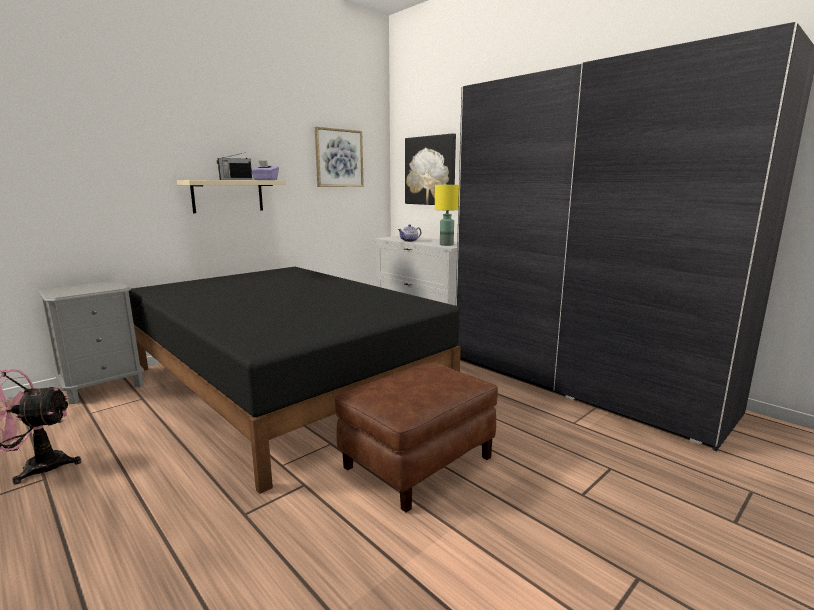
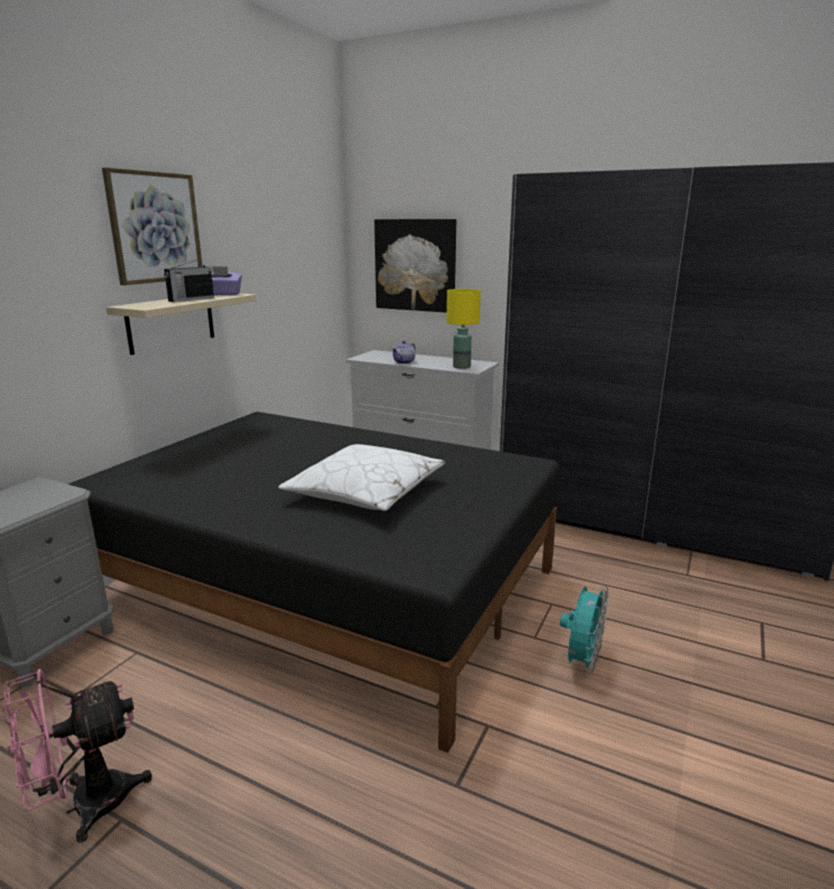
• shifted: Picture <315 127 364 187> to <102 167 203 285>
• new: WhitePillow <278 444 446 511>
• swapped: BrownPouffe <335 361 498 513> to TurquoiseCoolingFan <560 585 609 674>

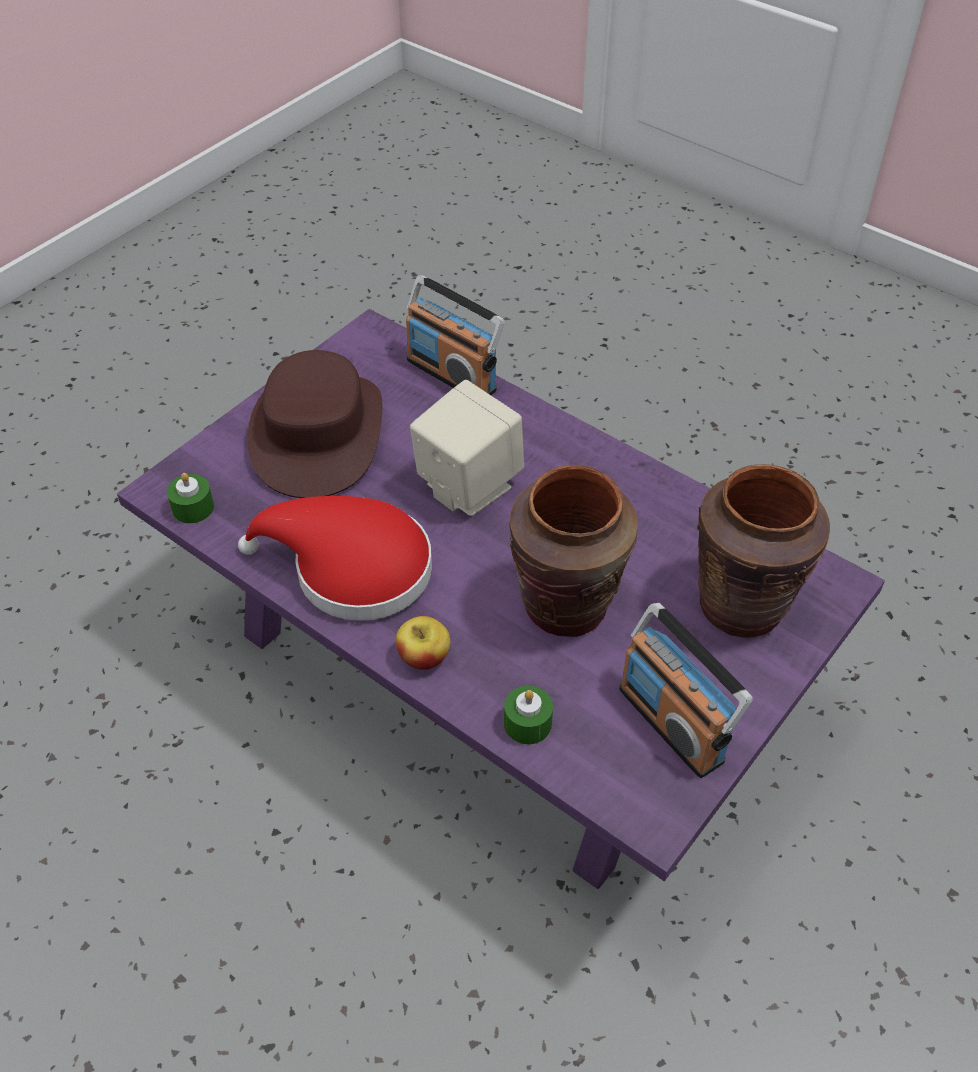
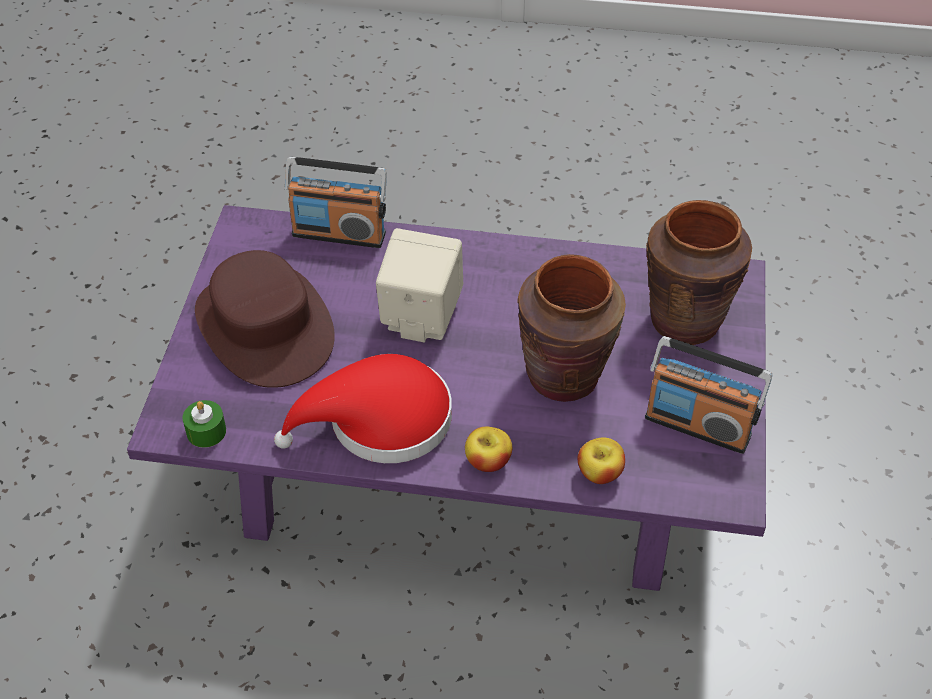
• swapped: GreenishWaxCandle <504 686 553 744> to Apple <578 437 625 484>

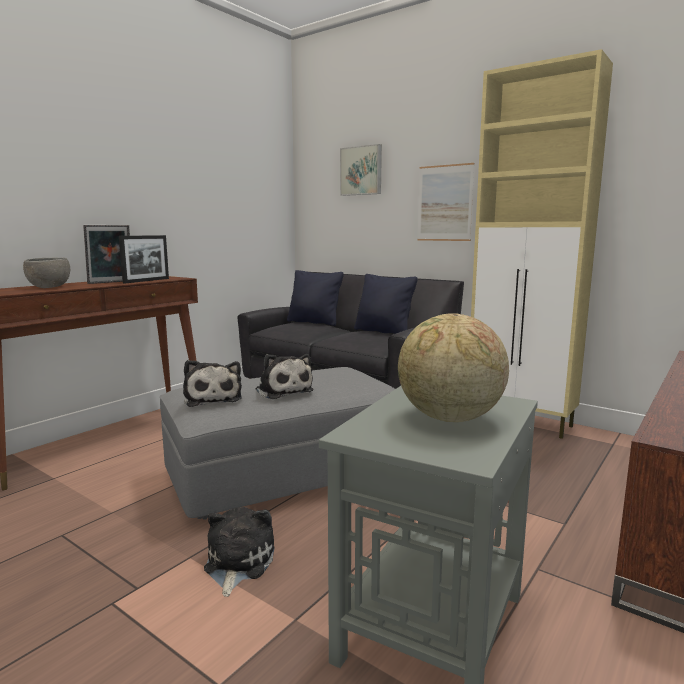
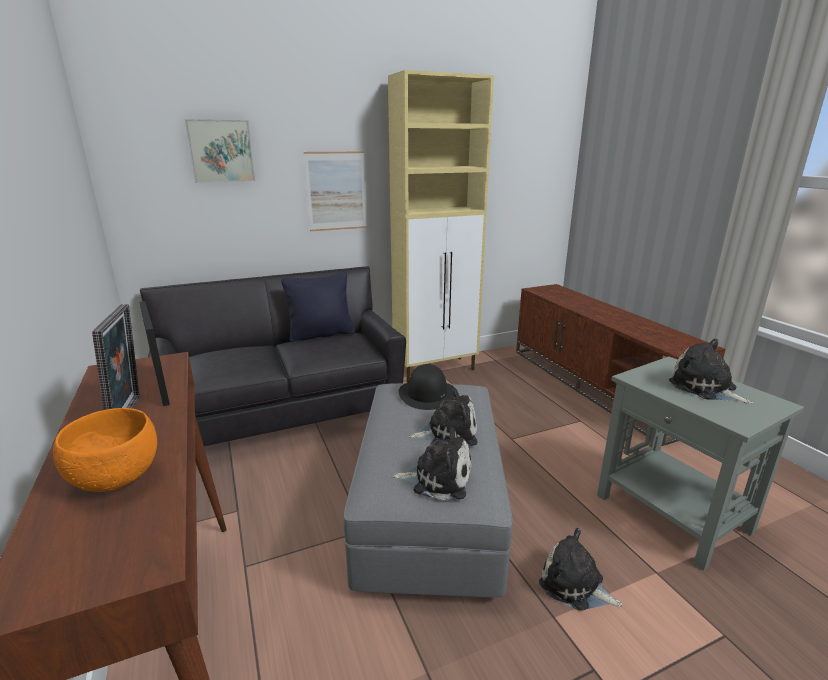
• repainted: GreyDeepDish <23 258 70 288> to OrangeColouredDeepDish <53 408 157 492>
• new: BlackishWearableHat <398 364 455 410>
• swapped: DeskGlobe <398 313 509 422> to PlushToy <669 339 753 404>
• gone: BlackishPillow <287 270 344 326>

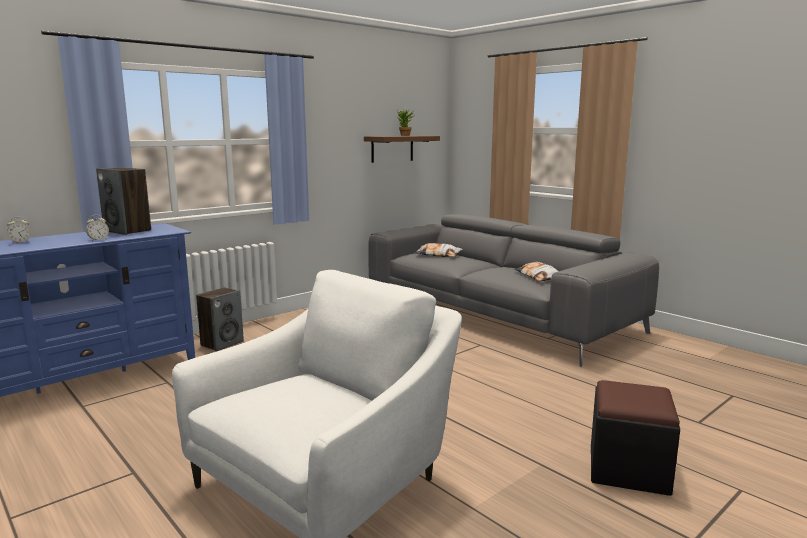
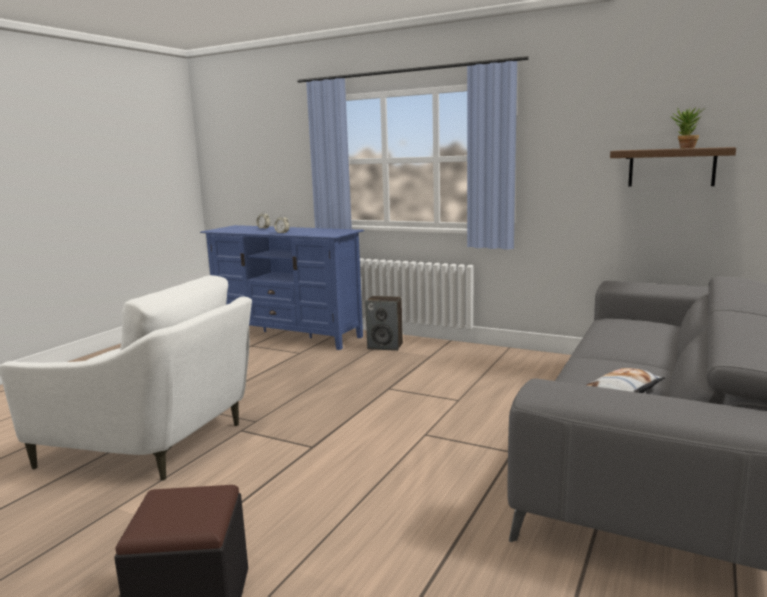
• gone: Speaker <96 167 151 235>
• gone: Pillow <415 243 463 257>

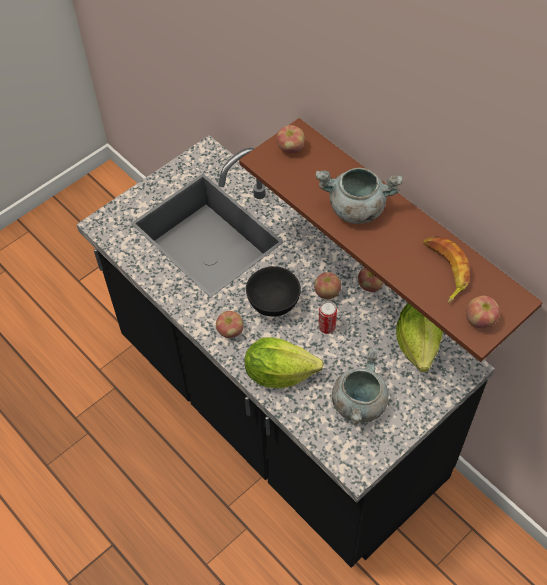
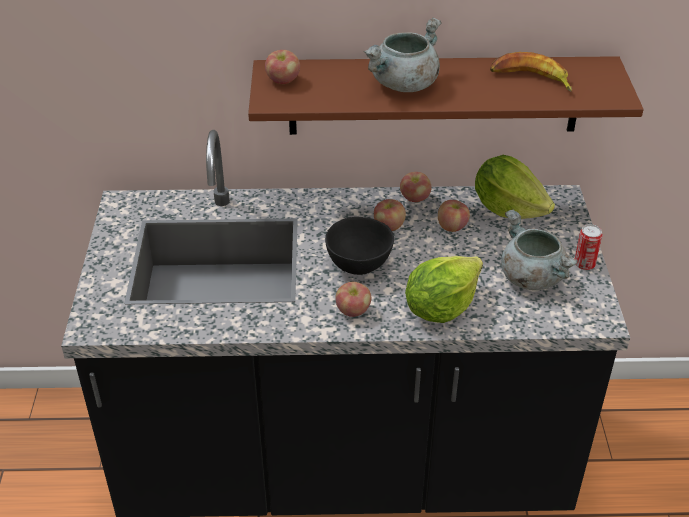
• shifted: Apple <466 296 500 328> to <438 200 470 232>
• shifted: SealedCan <318 301 337 334> to <574 224 603 270>

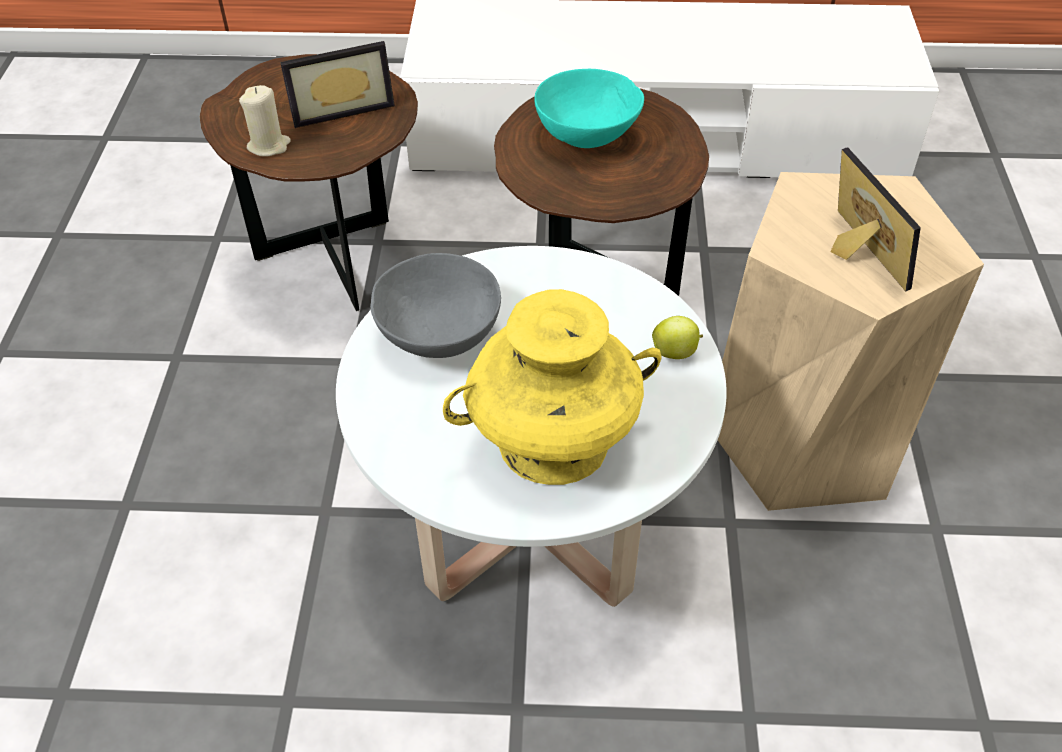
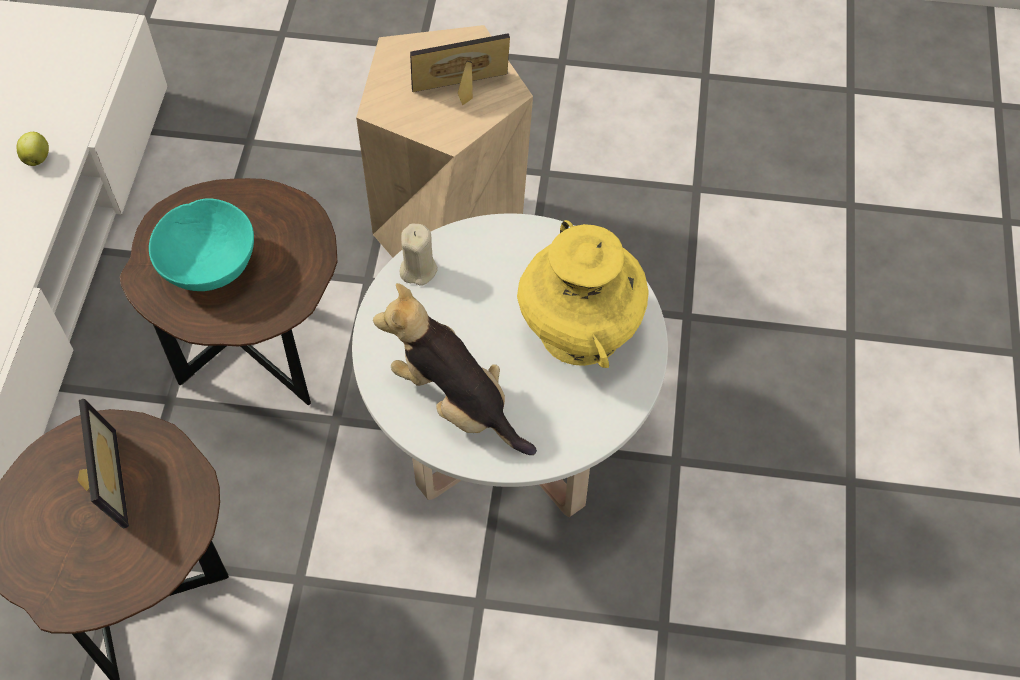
• shifted: Apple <652 316 703 359> to <17 132 49 166>
• swapped: GreyDeepDish <370 253 501 358> to PlushToy <373 283 537 455>
• shifted: BeigeWaxCandle <239 85 291 157> to <400 223 438 286>

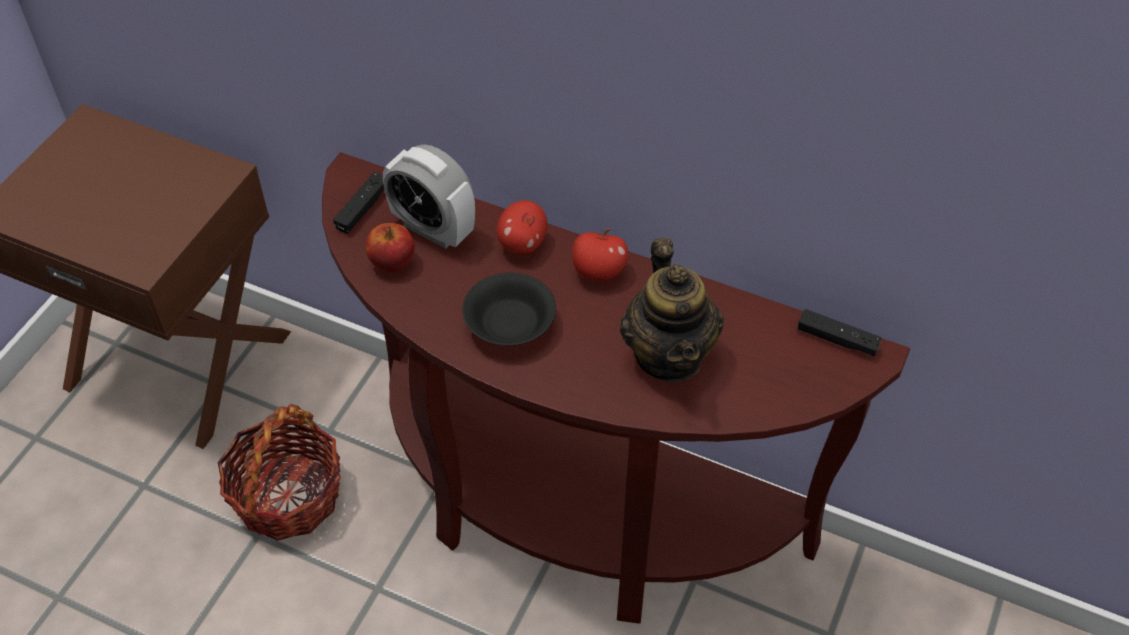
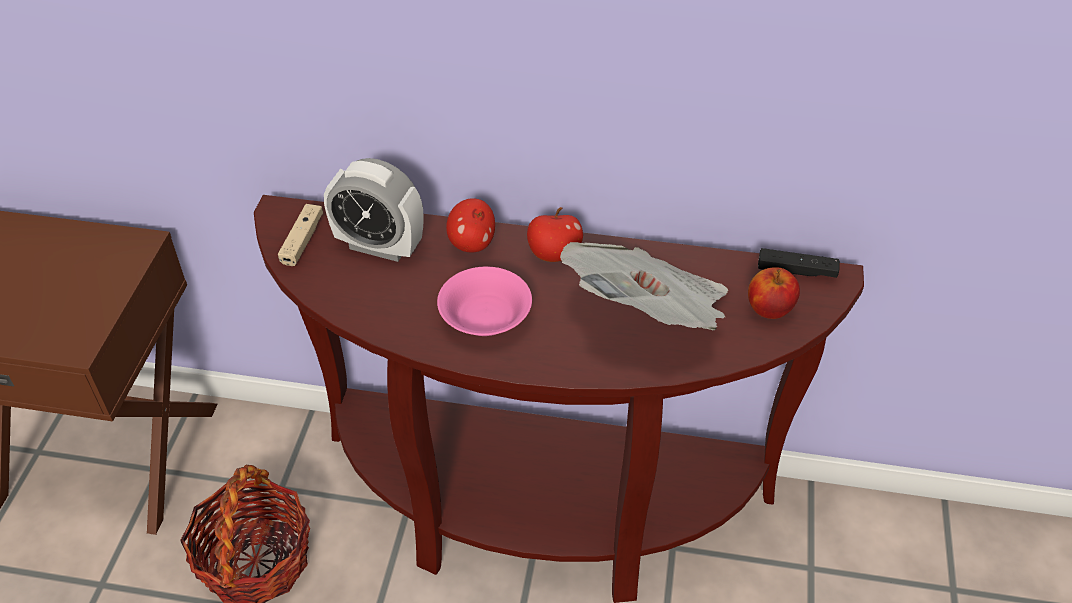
• repainted: BlackishJoypad <333 172 384 234> to BeigeJoypad <278 204 323 266>
• repainted: BlackishDeepDish <462 273 556 346> to PinkDeepDish <437 267 532 336>
• swapped: Teapot <620 238 724 382> to DailyPaper <560 242 729 331>
• shifted: Apple <366 223 415 272> to <748 267 800 319>

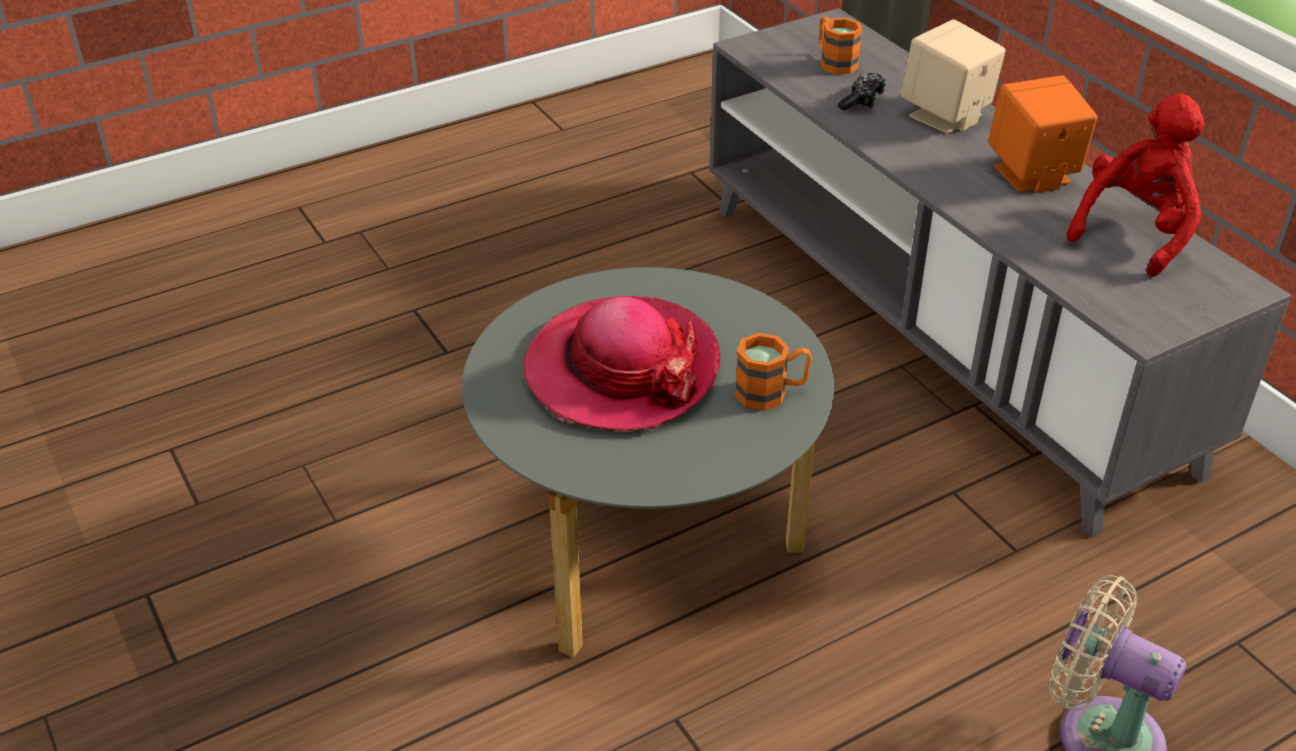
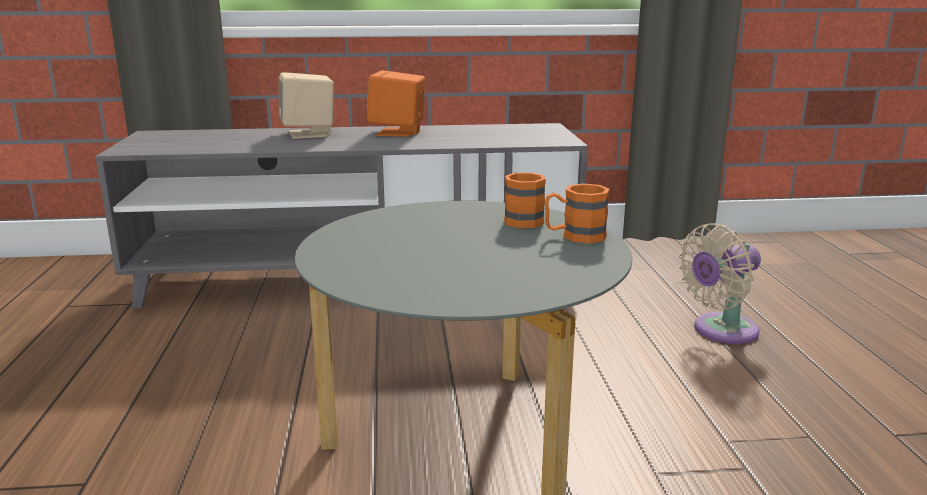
• shifted: OrangeColouredMug <819 17 863 75> to <545 184 610 244>
• gone: WearableHat <523 296 720 431>
• gone: Joypad <838 73 887 110>
• gone: ReddishPlushToy <1066 93 1204 277>

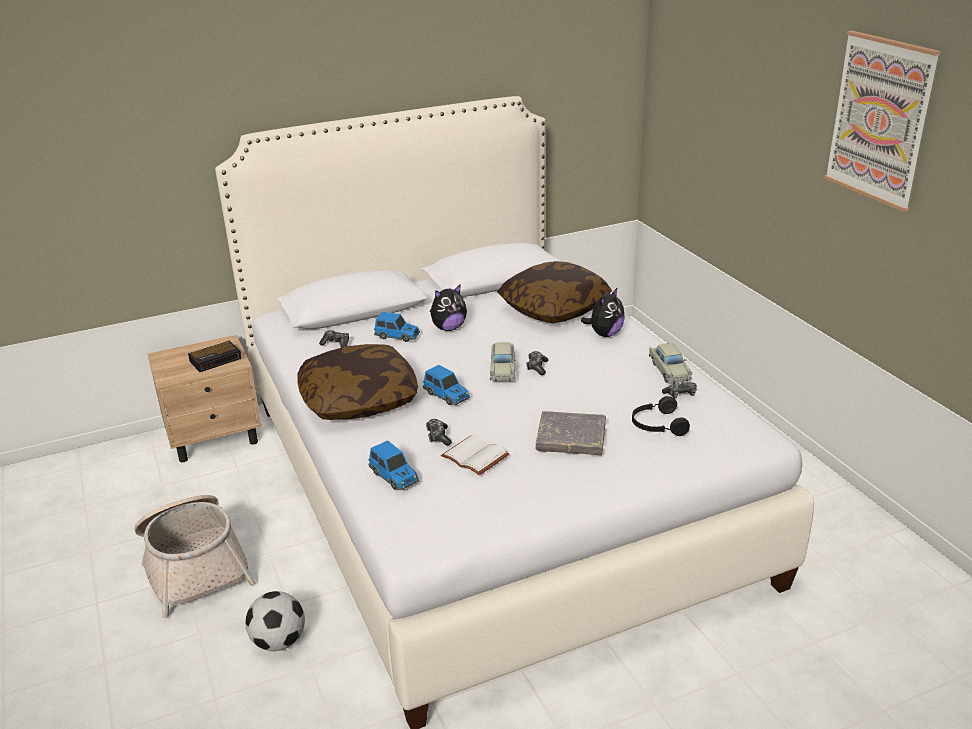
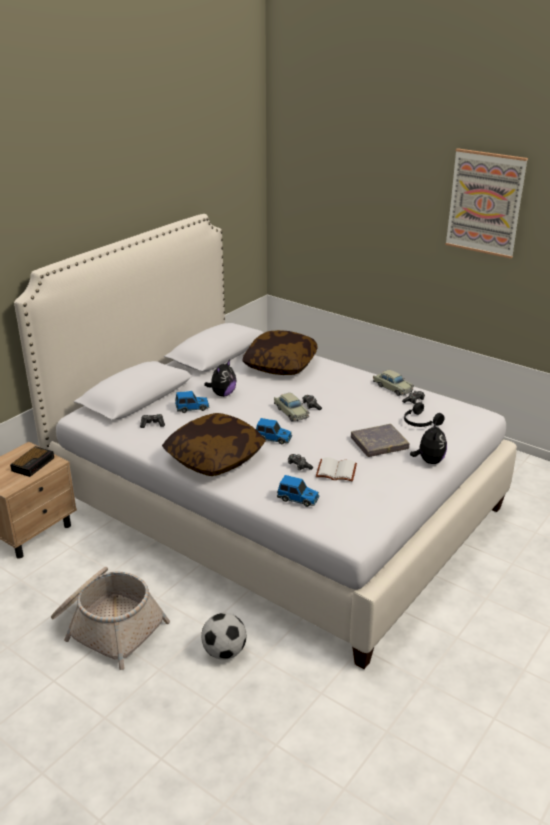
• shifted: PlushToy <581 287 625 337> to <410 420 447 464>

